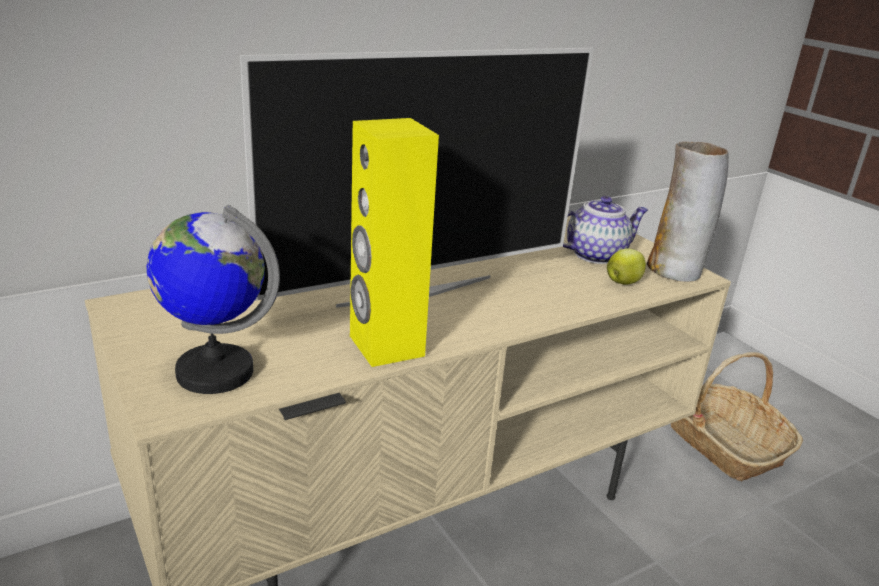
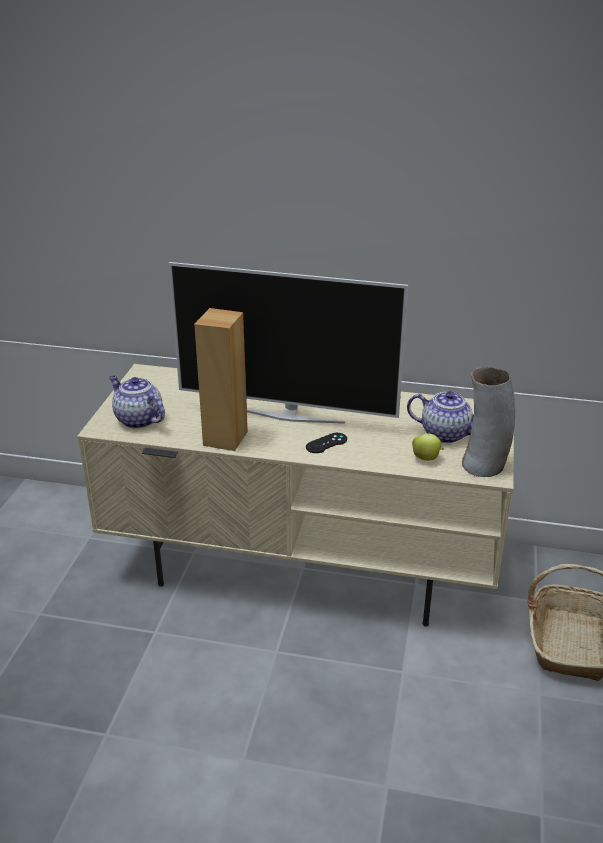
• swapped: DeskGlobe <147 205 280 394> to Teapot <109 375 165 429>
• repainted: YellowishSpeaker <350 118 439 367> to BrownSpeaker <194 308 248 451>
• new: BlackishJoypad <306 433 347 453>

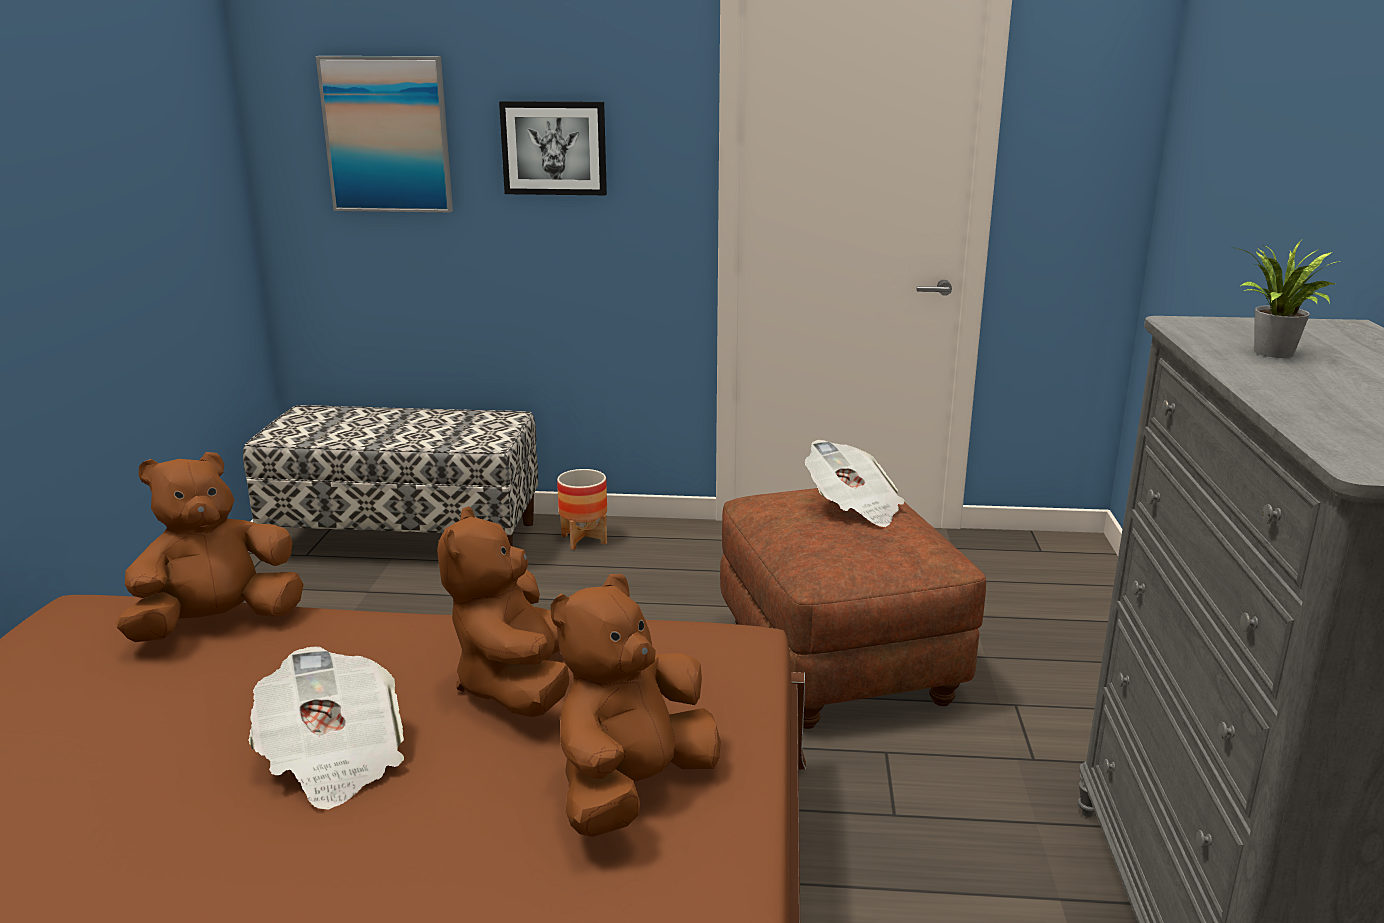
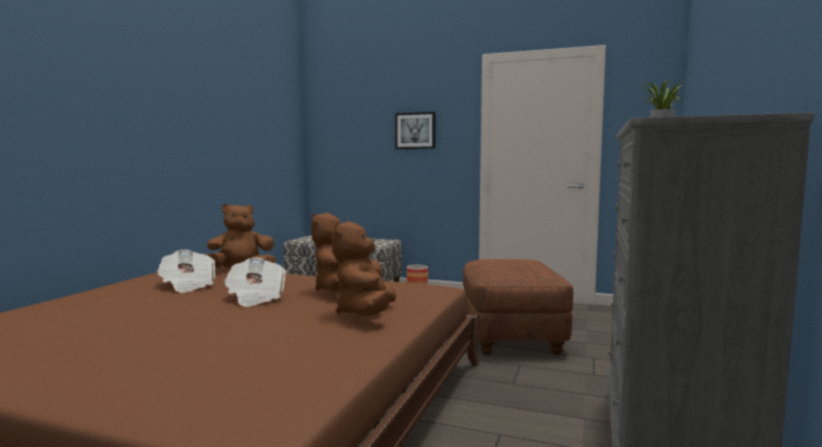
• shifted: DailyPaper <805 440 905 527> to <157 250 215 293>
• rotated: BrownPlushToy <551 574 721 837> = <332 221 396 316> 45 degrees counterclockwise
• gone: Picture <316 56 453 213>

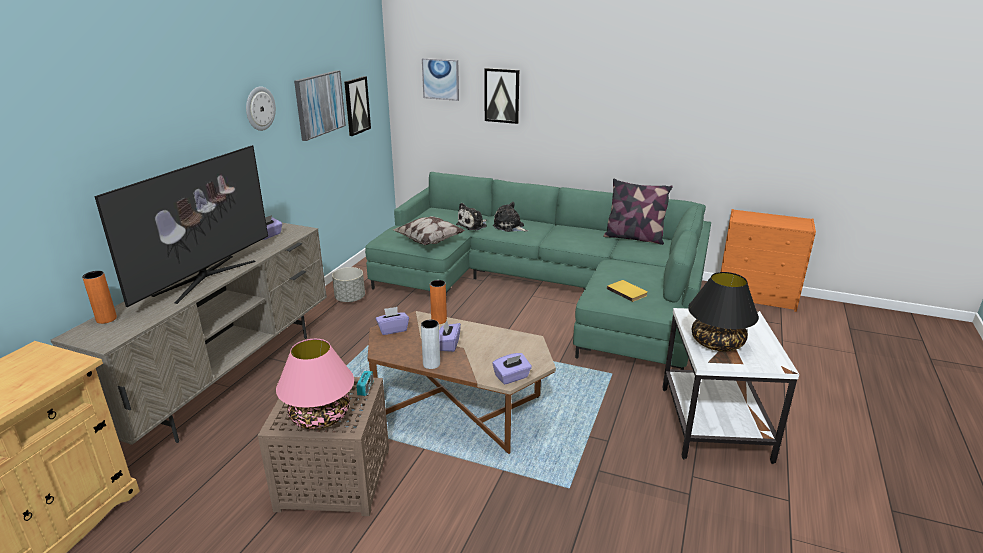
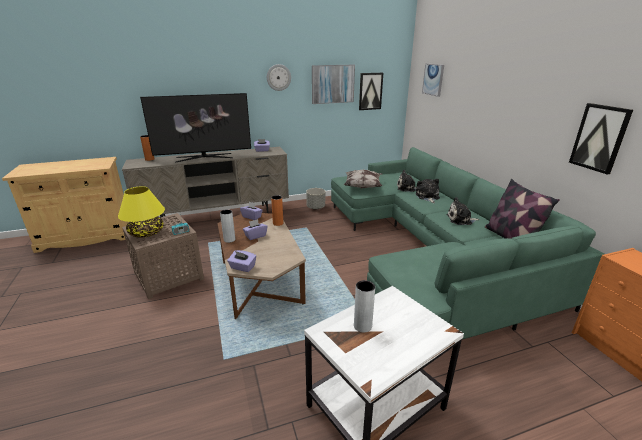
• repainted: PinkTabletopLamp <276 339 354 429> to YellowishTabletopLamp <118 186 165 237>
• swapped: BlackishTabletopLamp <688 272 759 351> to GreyDecorativeVase <354 280 375 333>
• new: PlushToy <446 197 479 225>
• shifted: Picture <484 68 519 124> to <569 103 633 175>
• gone: YellowishBook <607 280 647 302>

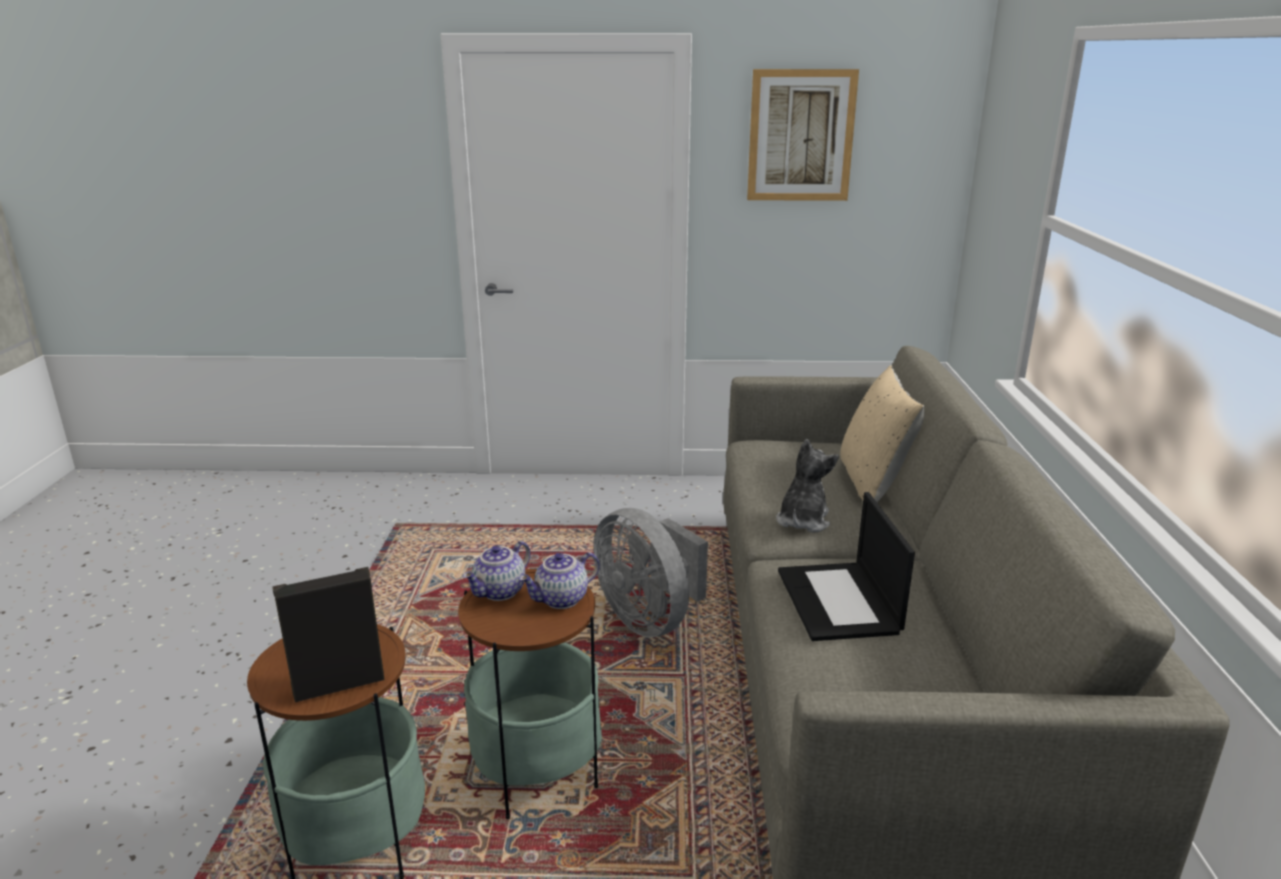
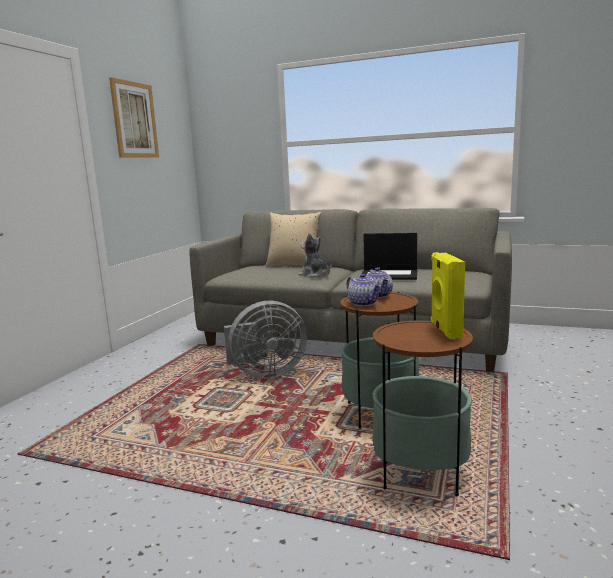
• repainted: BlackishSpeaker <272 567 385 702> to YellowishSpeaker <431 252 465 340>

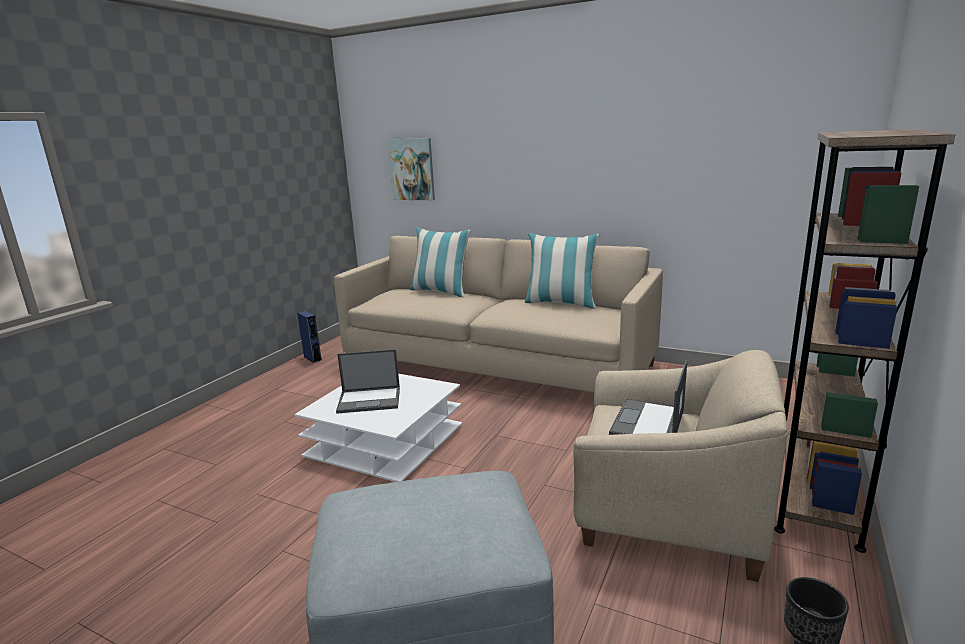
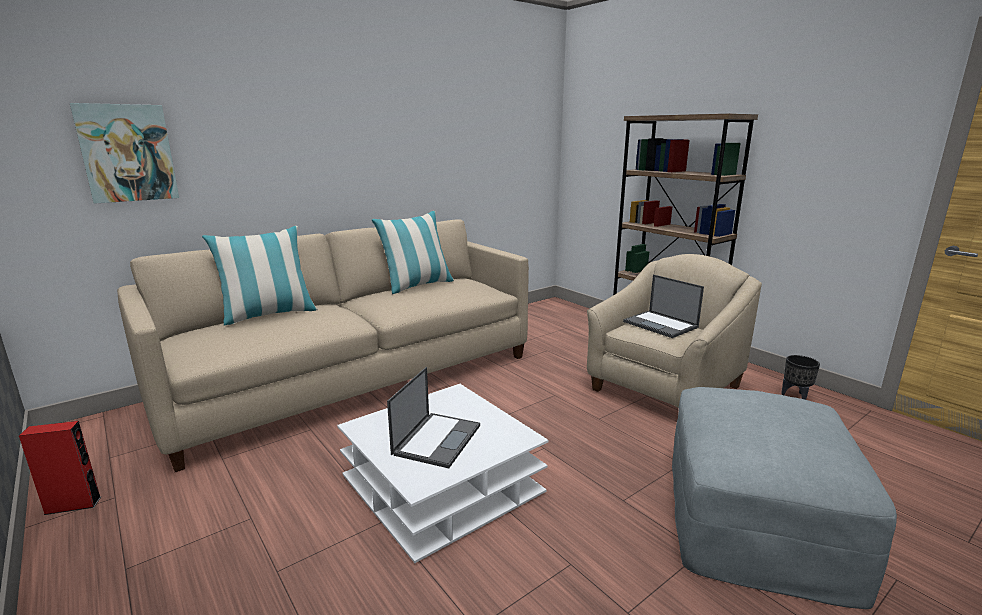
• repainted: BlueSpeaker <297 311 322 363> to ReddishSpeaker <19 421 102 515>

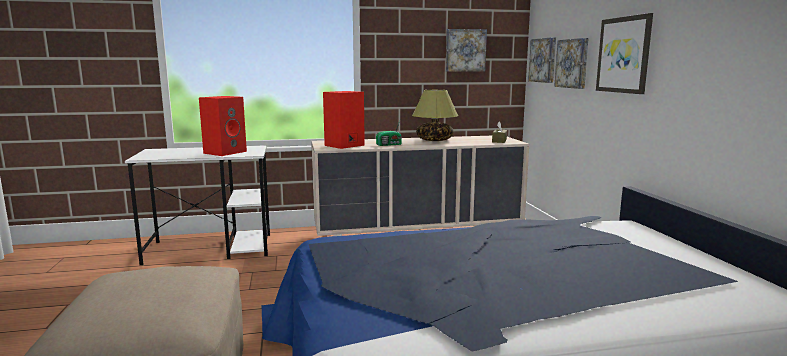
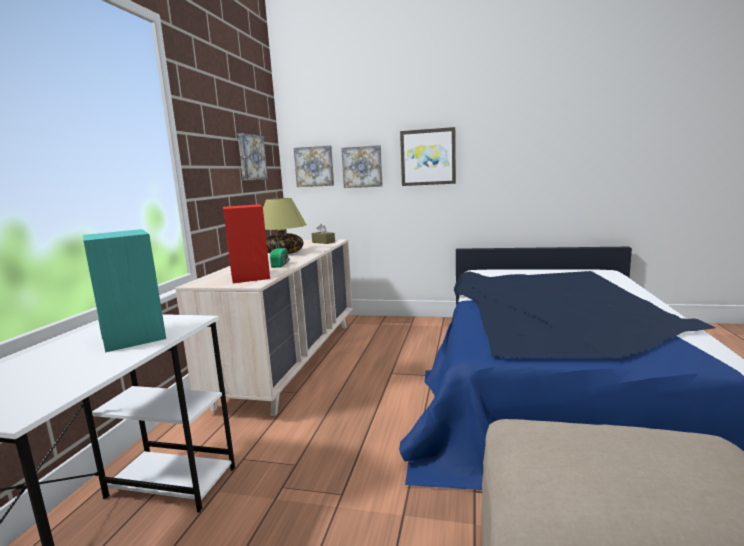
• repainted: ReddishSpeaker <199 96 247 156> to TurquoiseSpeaker <83 229 166 352>

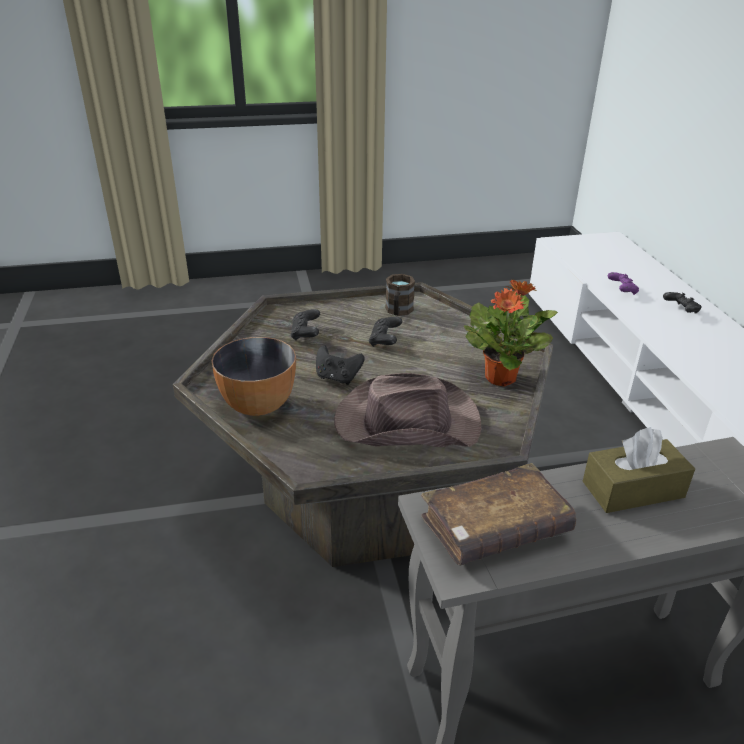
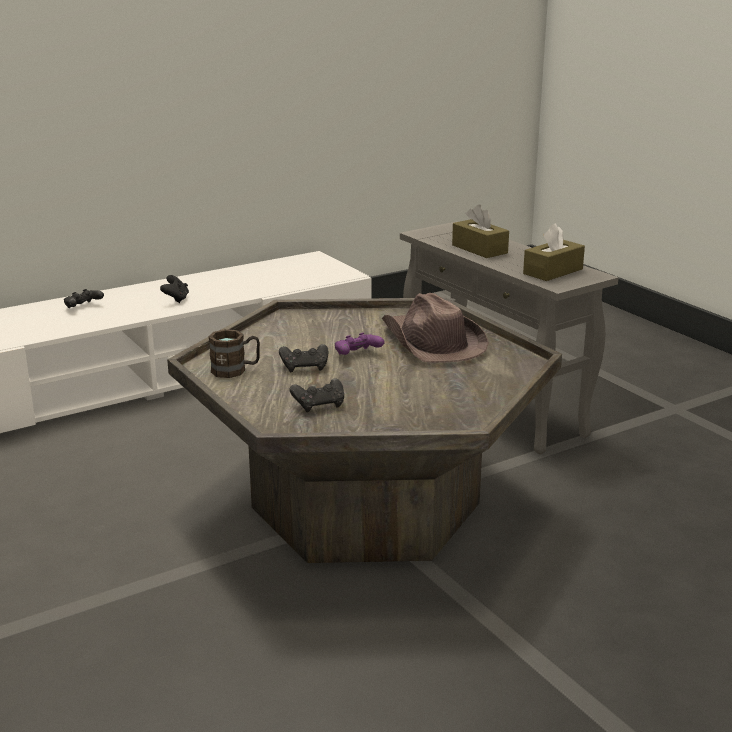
• shifted: BlackishJoypad <316 345 365 385> to <160 275 189 303>
• shifted: PurpleColouredJoypad <608 272 639 295> to <335 332 385 355>
• swapped: BrownBook <421 463 576 565> to BrownBoxOfTissues <523 223 585 281>
• gone: DeepDish <212 337 296 416>
• gone: Houseplant <464 280 558 387>

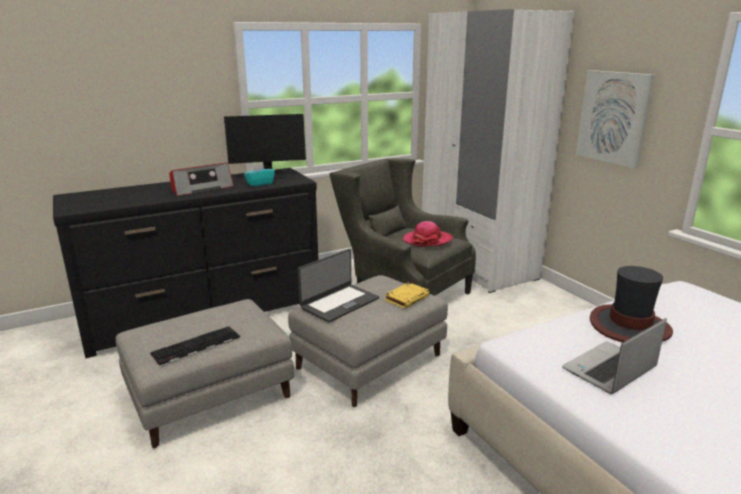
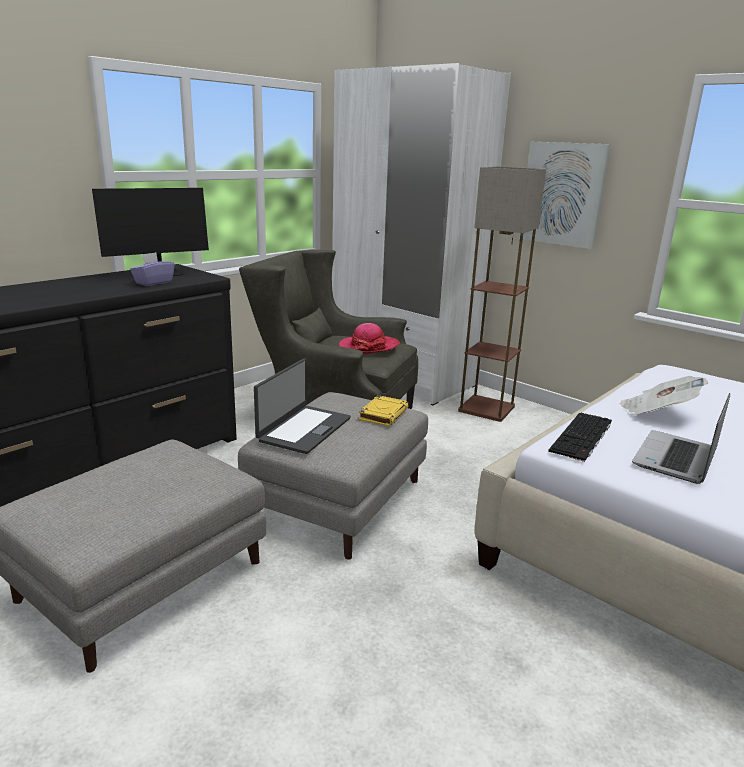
• repainted: TurquoiseBoxOfTissues <244 162 275 186> to PurpleColouredBoxOfTissues <130 252 175 286>
• new: FloorLamp <458 166 546 422>
• shifted: Keyboard <150 326 240 366> to <548 413 612 462>
• swapped: WearableHat <590 266 673 342> to DailyPaper <620 376 708 415>
• gone: RadioSet <169 163 234 196>

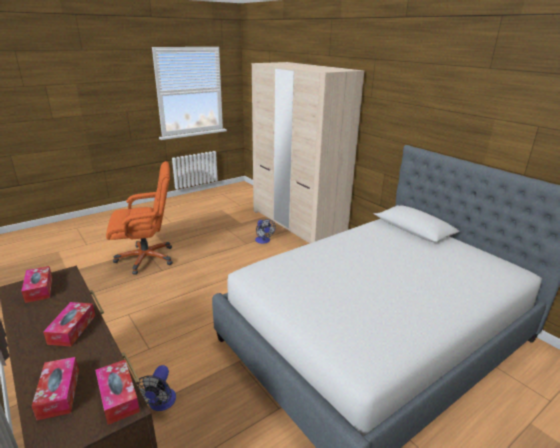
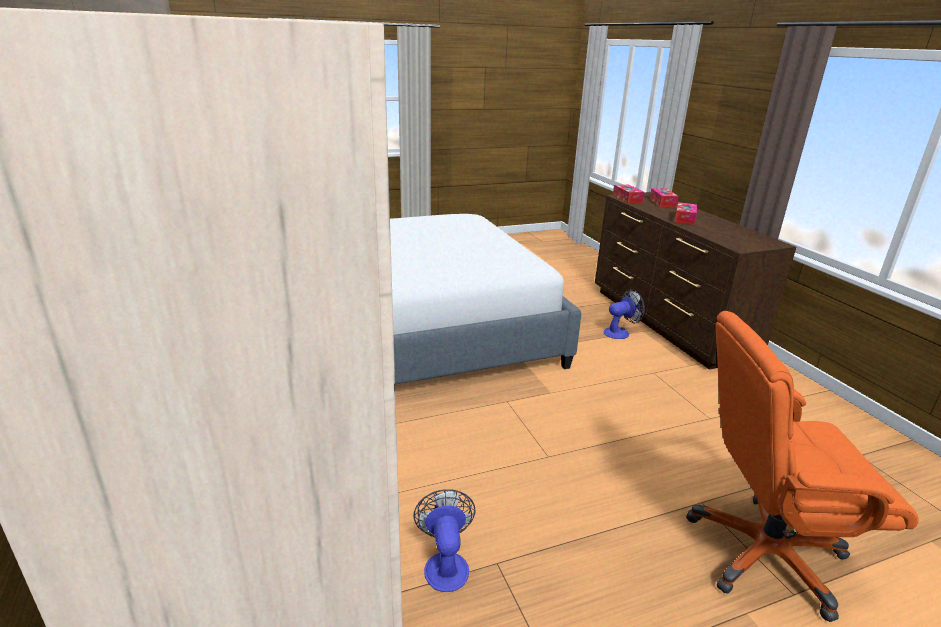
• rotated: CoolingFan <137 365 176 411> = <603 290 645 339> 45 degrees clockwise
• gone: BoxOfTissues <21 266 52 303>

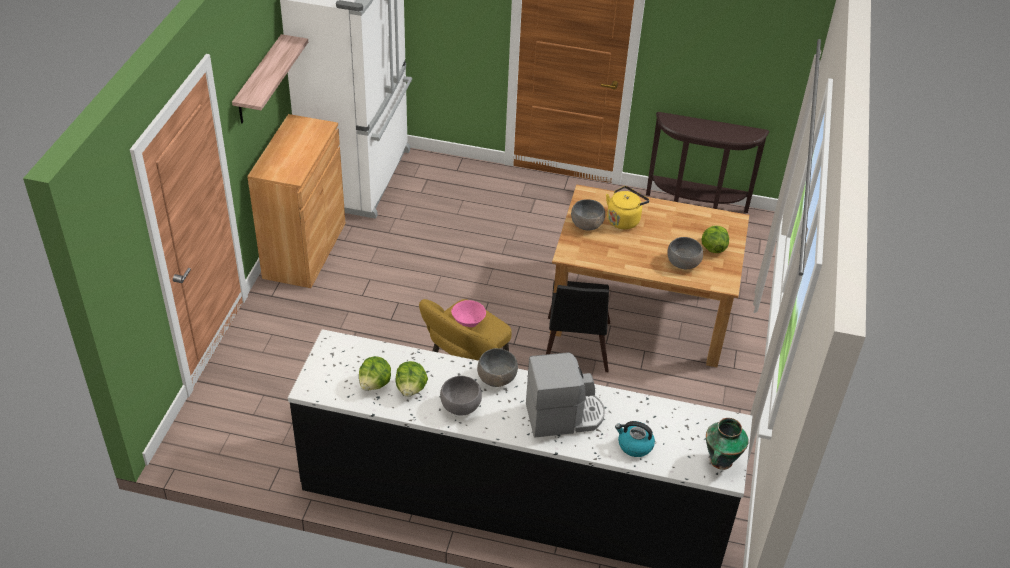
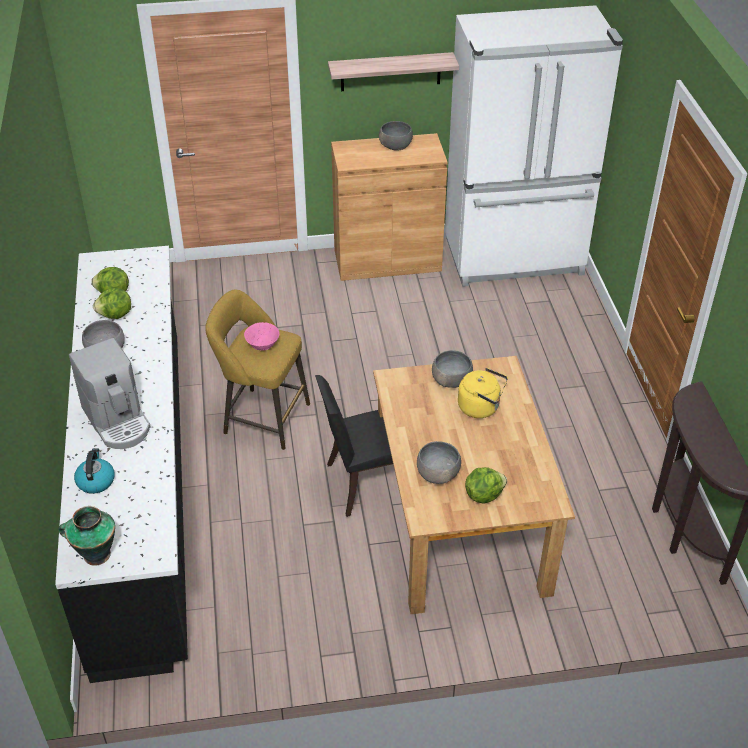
• shifted: GreyDeepDish <477 348 518 387> to <379 121 413 151>

